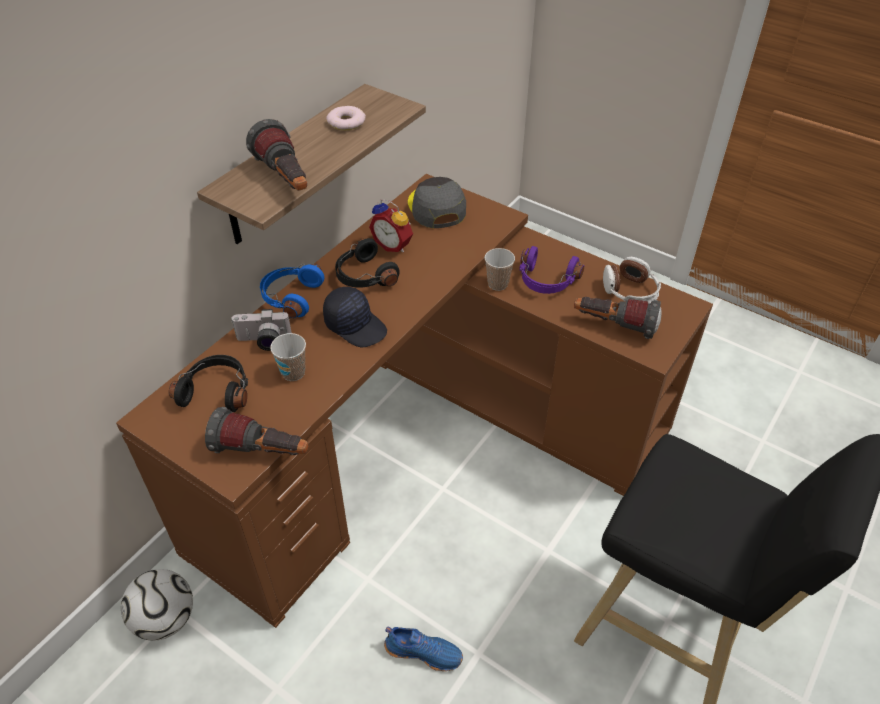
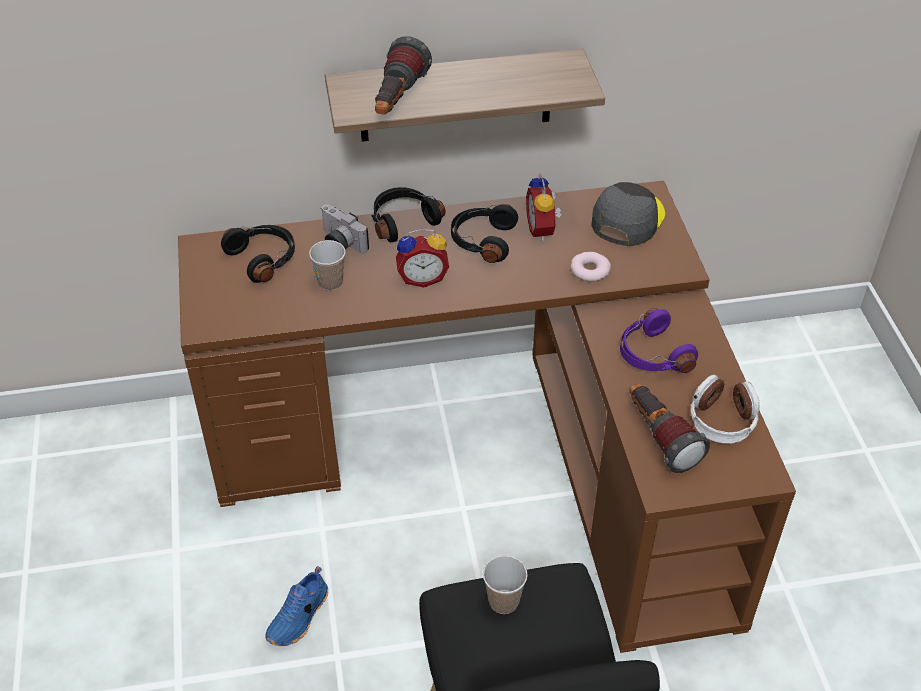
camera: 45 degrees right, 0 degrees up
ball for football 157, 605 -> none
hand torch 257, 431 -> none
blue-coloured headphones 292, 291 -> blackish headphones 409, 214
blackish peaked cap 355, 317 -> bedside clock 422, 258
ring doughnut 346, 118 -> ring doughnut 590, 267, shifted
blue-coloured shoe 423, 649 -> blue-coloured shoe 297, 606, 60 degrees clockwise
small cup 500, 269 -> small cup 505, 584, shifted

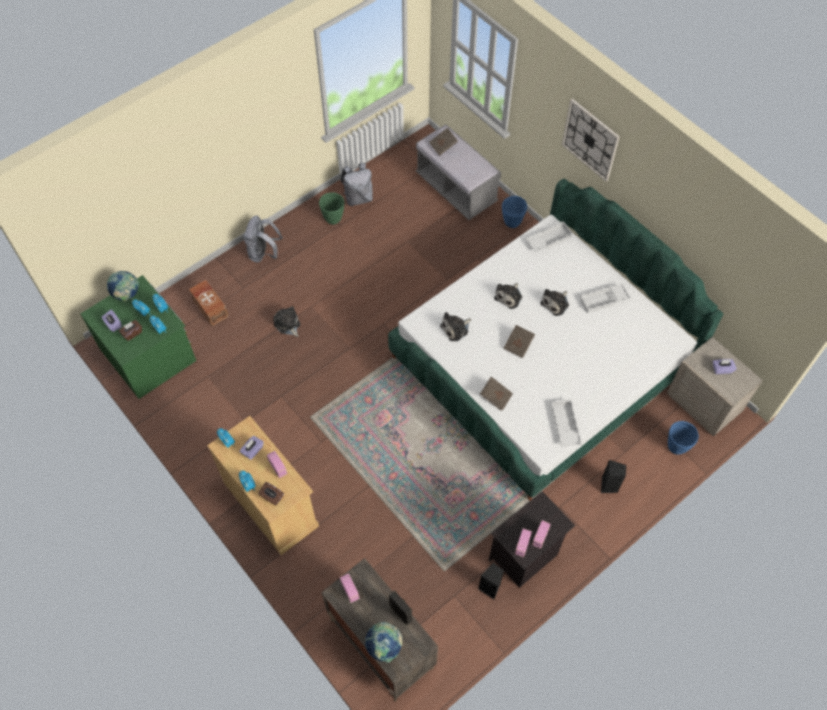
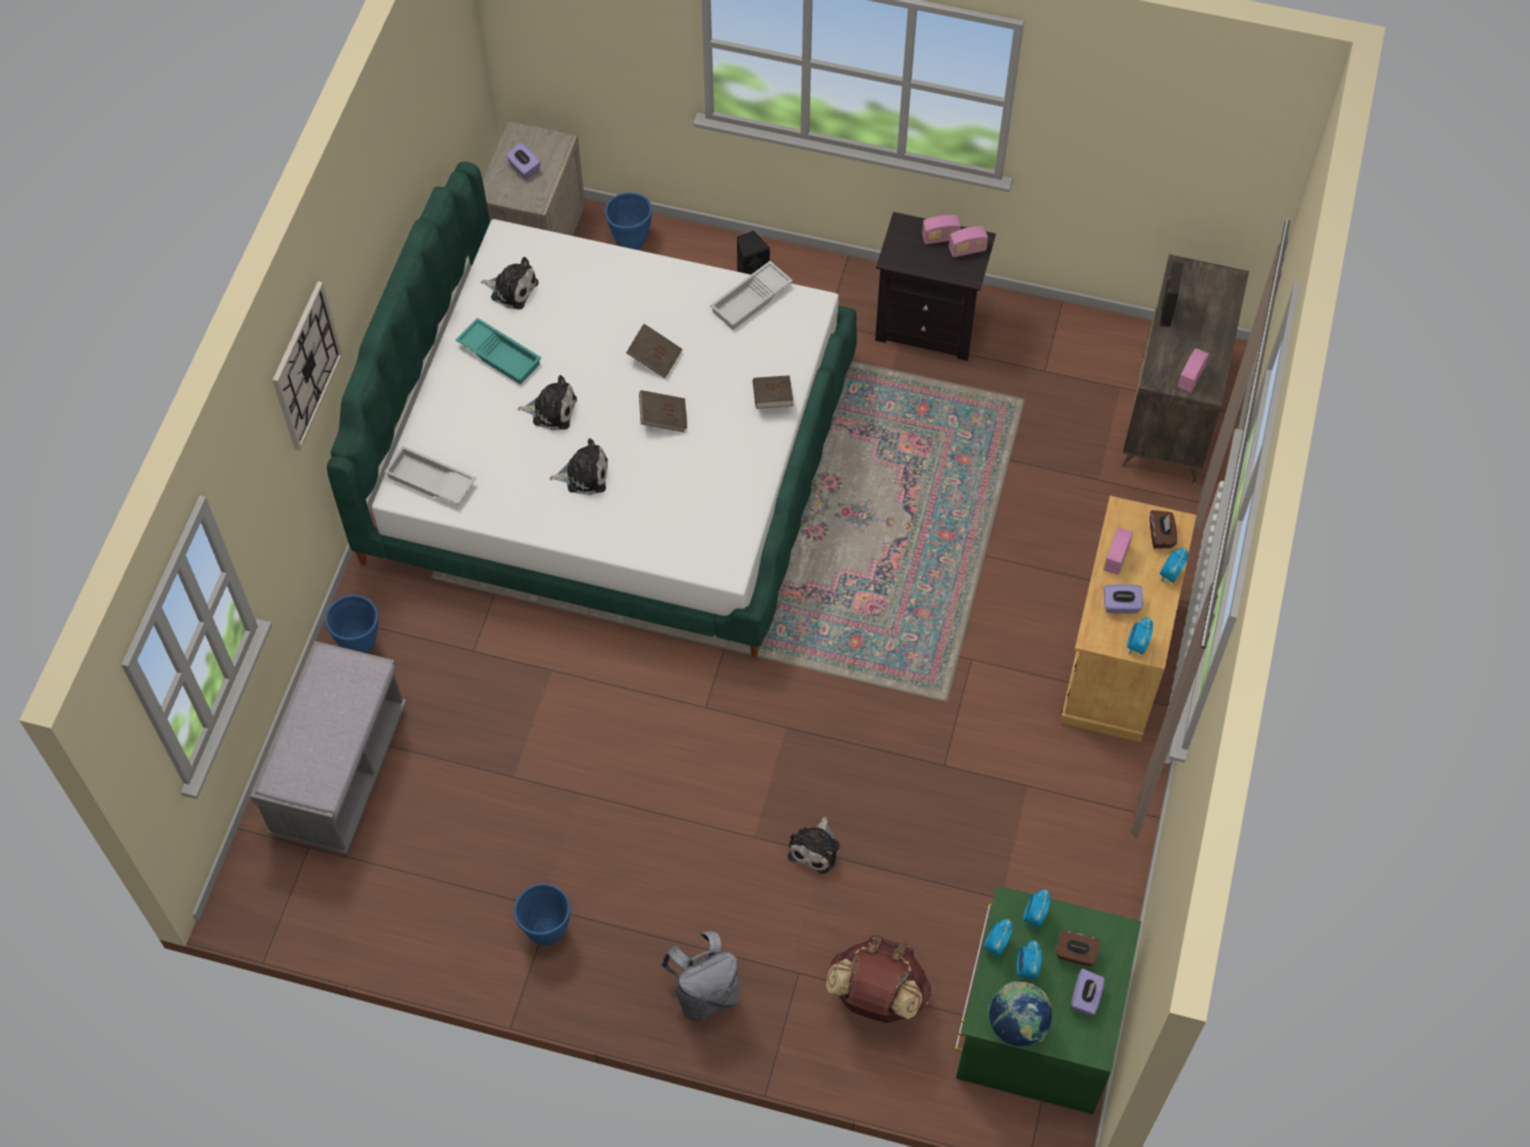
camera: 125 degrees left, 0 degrees up
brown-coloured storage box 209, 303 -> brown-coloured backpack 878, 979
greenish flower pot 332, 208 -> blue-coloured flower pot 542, 914
greyish backpack 356, 184 -> none
world globe 384, 642 -> none
brown-coloured bound book 443, 142 -> brown-coloured bound book 654, 351, shifted
cuddly toy 455, 326 -> cuddly toy 509, 283, shifted
blackish loudspeaker 491, 581 -> none
whitish carrying tray 605, 298 -> turquoise-coloured carrying tray 498, 351

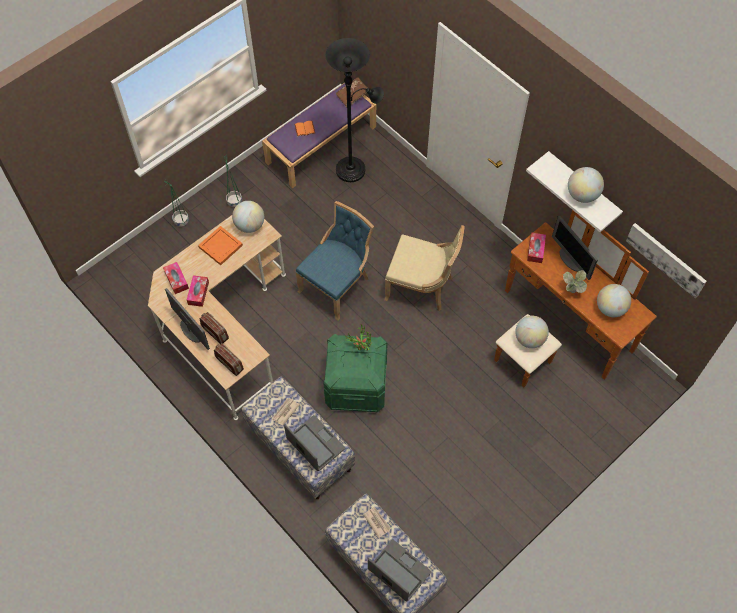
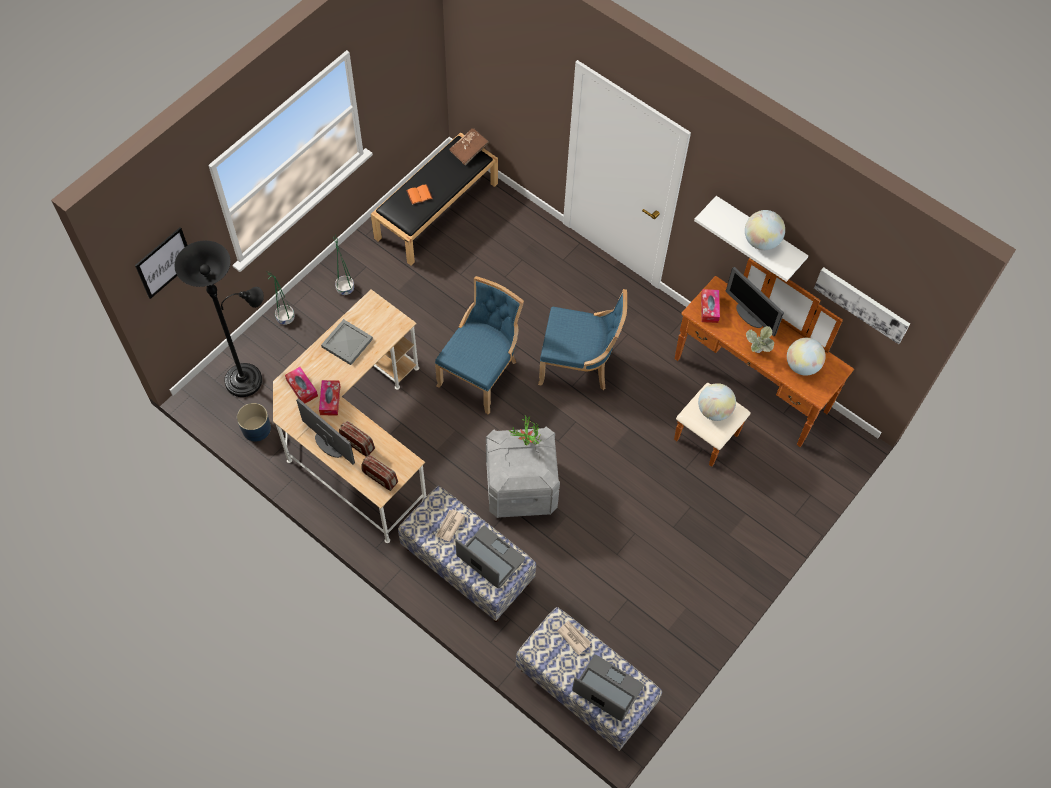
camera: 10 degrees left, 0 degrees up
orange-coloured carrying tray 220, 245 -> greyish carrying tray 347, 342
world globe 248, 217 -> none
purple-coloured bench 319, 135 -> blackish bench 434, 198
greenish storage box 355, 373 -> greyish storage box 523, 472
blackish standing lamp 354, 110 -> blackish standing lamp 219, 318, shifted
sand-coloured plain chair 424, 268 -> blue-coloured plain chair 582, 339
none -> wall picture 161, 263
none -> blue-coloured flower pot 254, 422

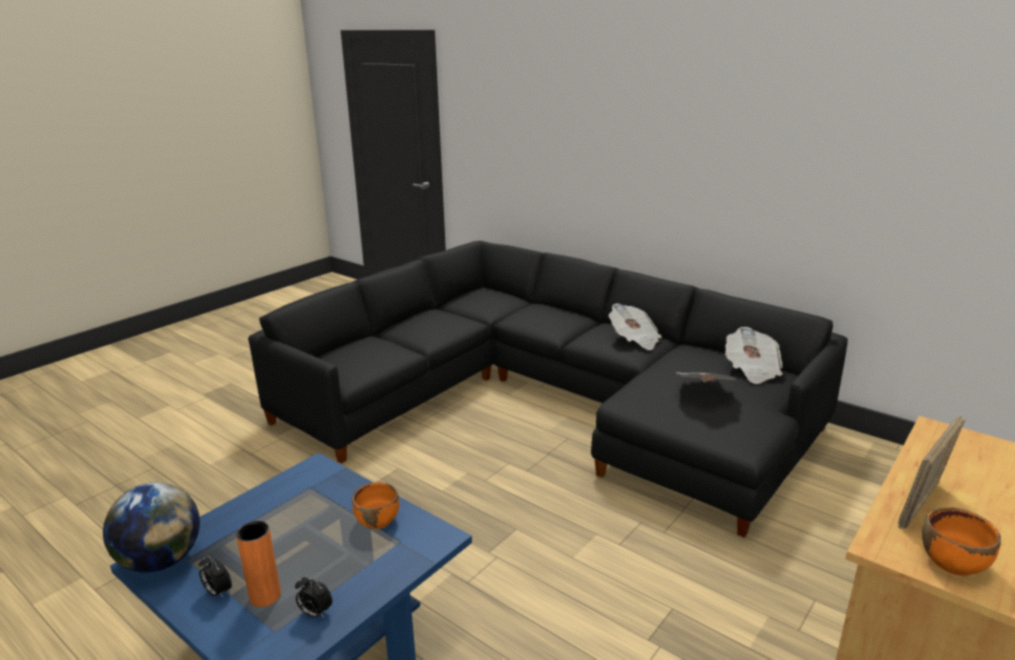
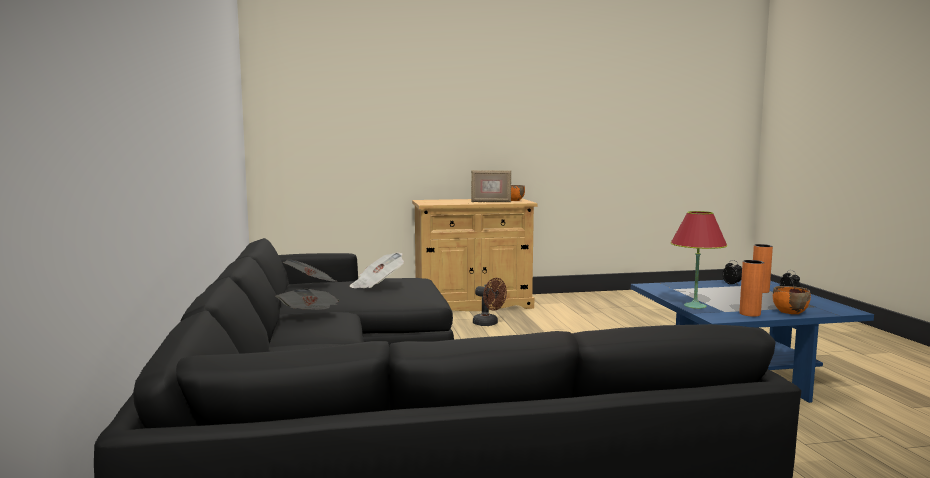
camera: 140 degrees left, 15 degrees down
world globe 151, 527 -> none
orange-coloured bowl 375, 505 -> orange-coloured bowl 792, 300, shifted
none -> brown-coloured electric fan 490, 302
none -> red-coloured tabletop lamp 699, 260
none -> orange-coloured decorative vase 752, 288

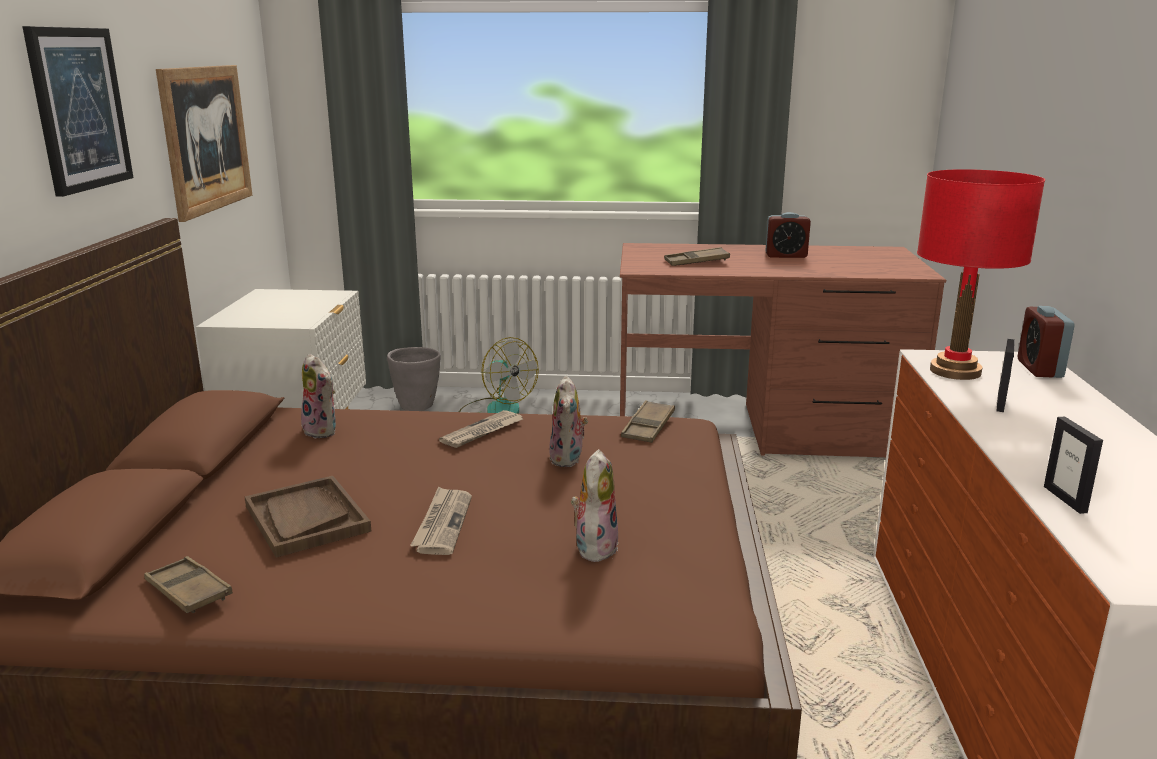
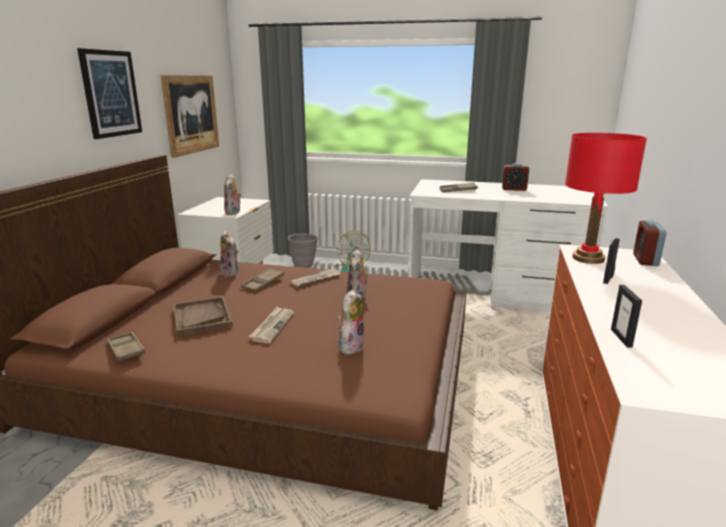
camera: 10 degrees right, 0 degrees up
brown-coloured desk table 783, 350 -> whitish desk table 508, 245
brown-coloured carrying tray 648, 421 -> brown-coloured carrying tray 262, 280, shifted
none -> cuddly toy 232, 194

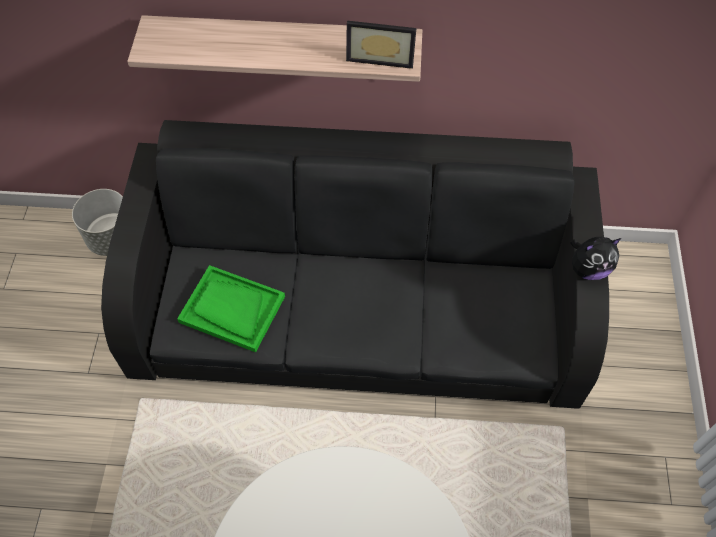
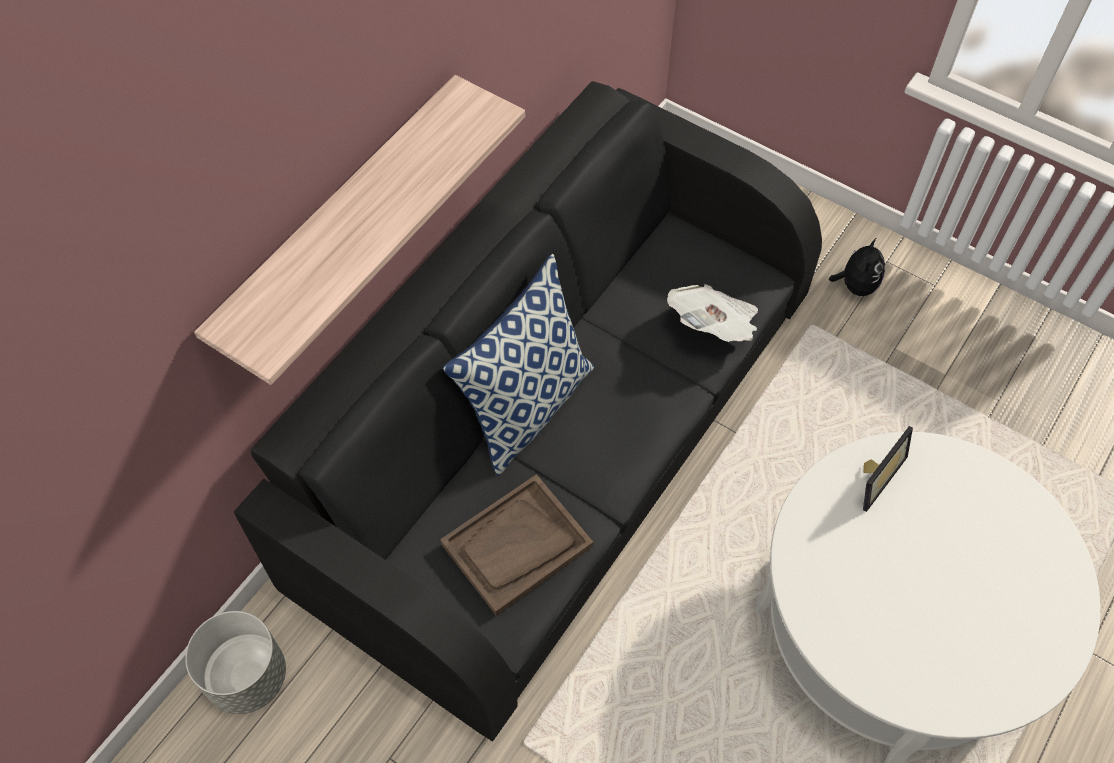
camera: 60 degrees left, 0 degrees up
greenish carrying tray 231, 308 -> brown-coloured carrying tray 516, 545
standing frame 381, 45 -> standing frame 888, 469, shifted
cuddly toy 595, 258 -> cuddly toy 857, 266, shifted
none -> pillow 518, 365
none -> printed paper 712, 313

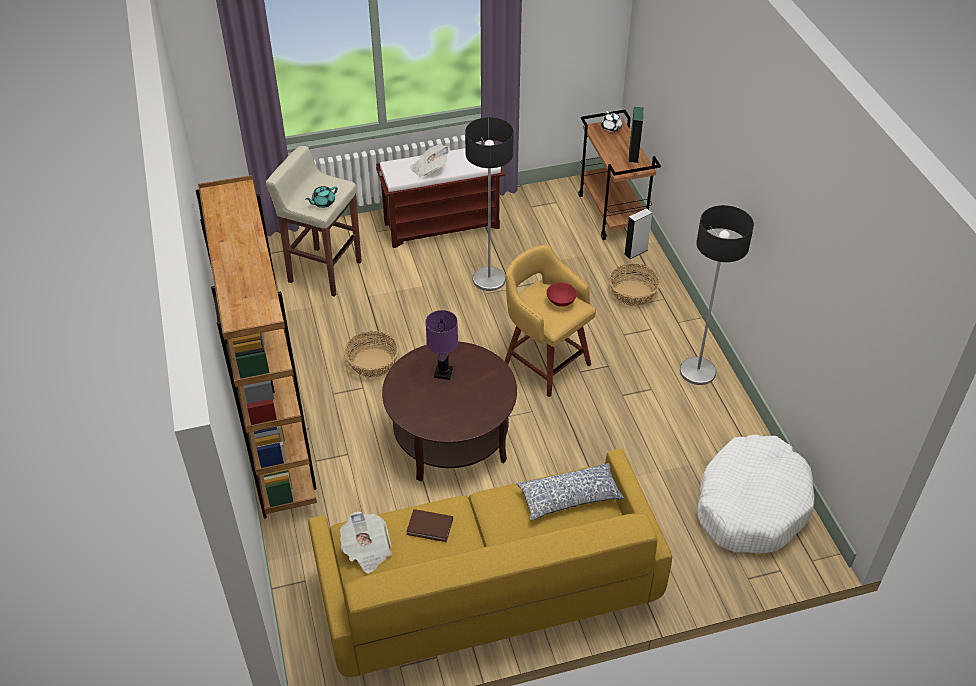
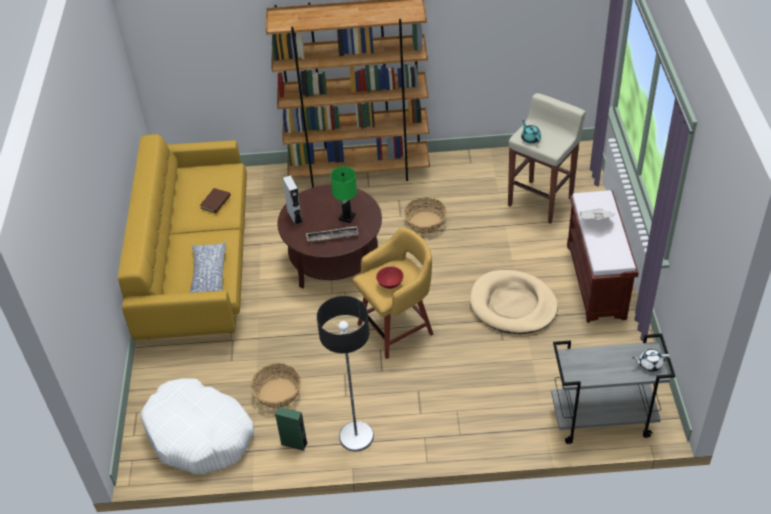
camera: 105 degrees right, 0 degrees up
printed paper 366, 542 -> none
purple-coloured tabletop lamp 442, 345 -> greenish tabletop lamp 343, 194
standing lamp 489, 204 -> sand-coloured dog cushion 514, 302
brown-coloured wheeled cart 619, 175 -> greyish wheeled cart 613, 388
basket 634, 284 -> basket 276, 386, shifted
greyish loudspeaker 638, 233 -> greyish loudspeaker 292, 200, shifted
greenish loudspeaker 636, 135 -> greenish loudspeaker 291, 429, shifted
none -> carrying tray 332, 235

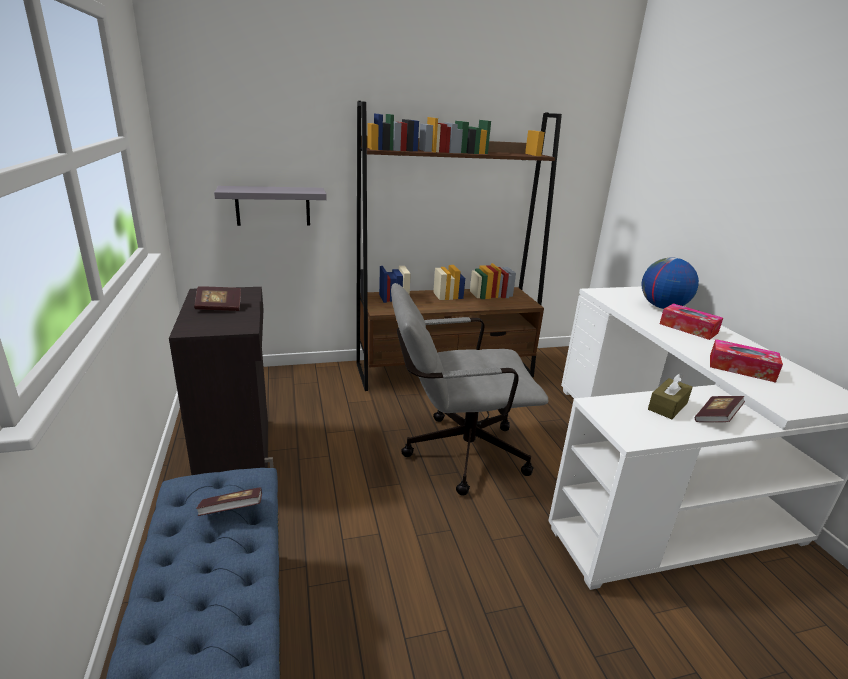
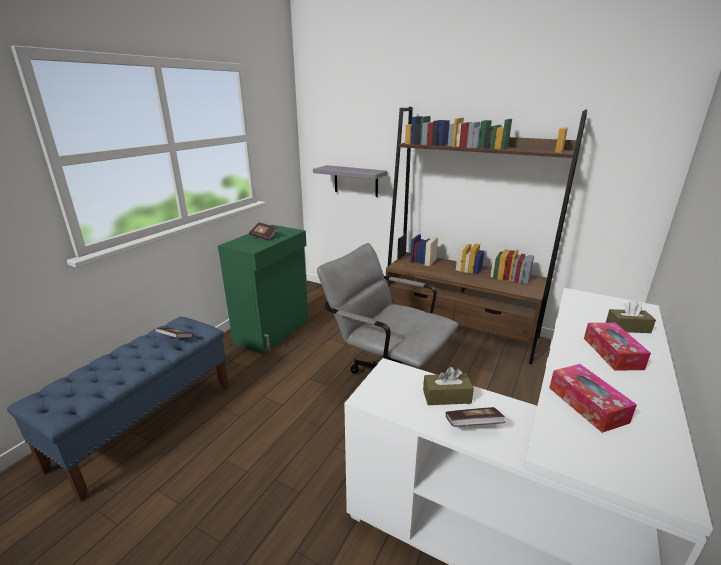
camera: 45 degrees right, 0 degrees up
blackish cupboard 221, 381 -> greenish cupboard 263, 289
world globe 670, 283 -> brown-coloured tissue box 631, 316

